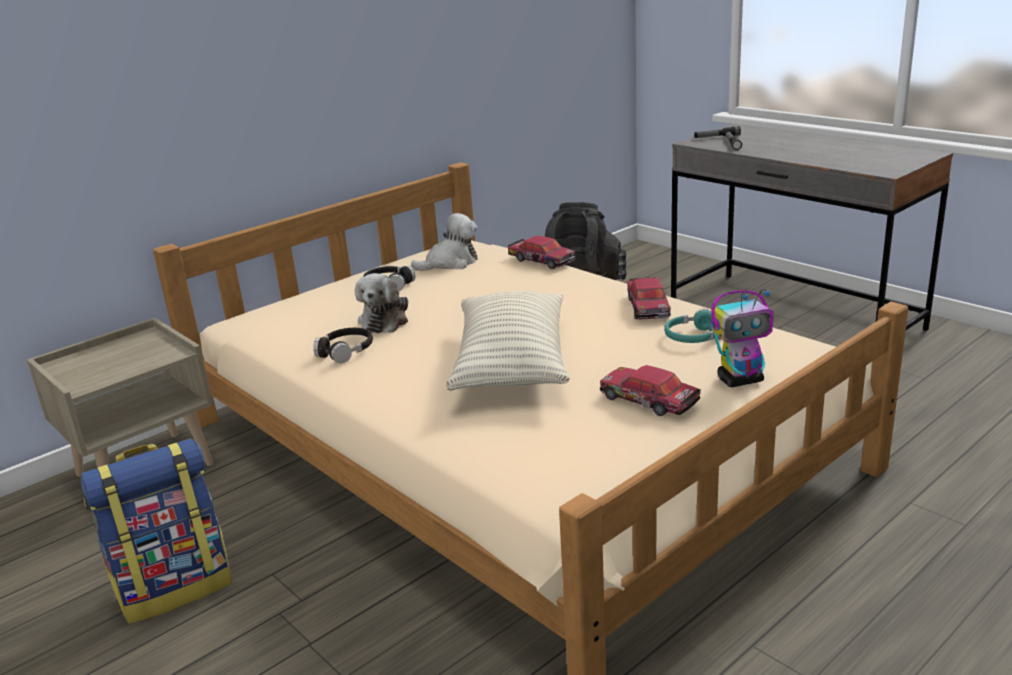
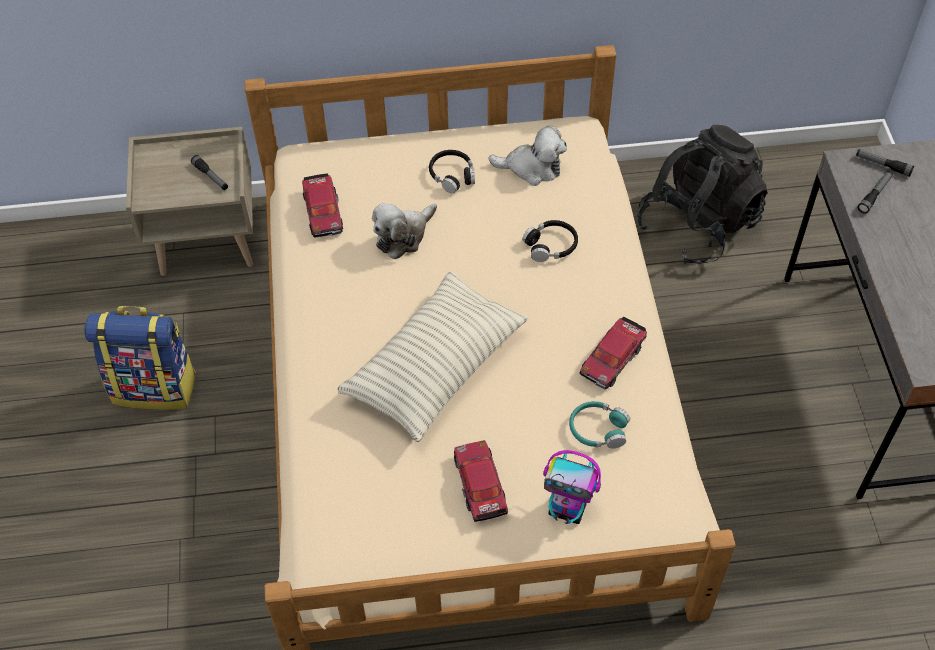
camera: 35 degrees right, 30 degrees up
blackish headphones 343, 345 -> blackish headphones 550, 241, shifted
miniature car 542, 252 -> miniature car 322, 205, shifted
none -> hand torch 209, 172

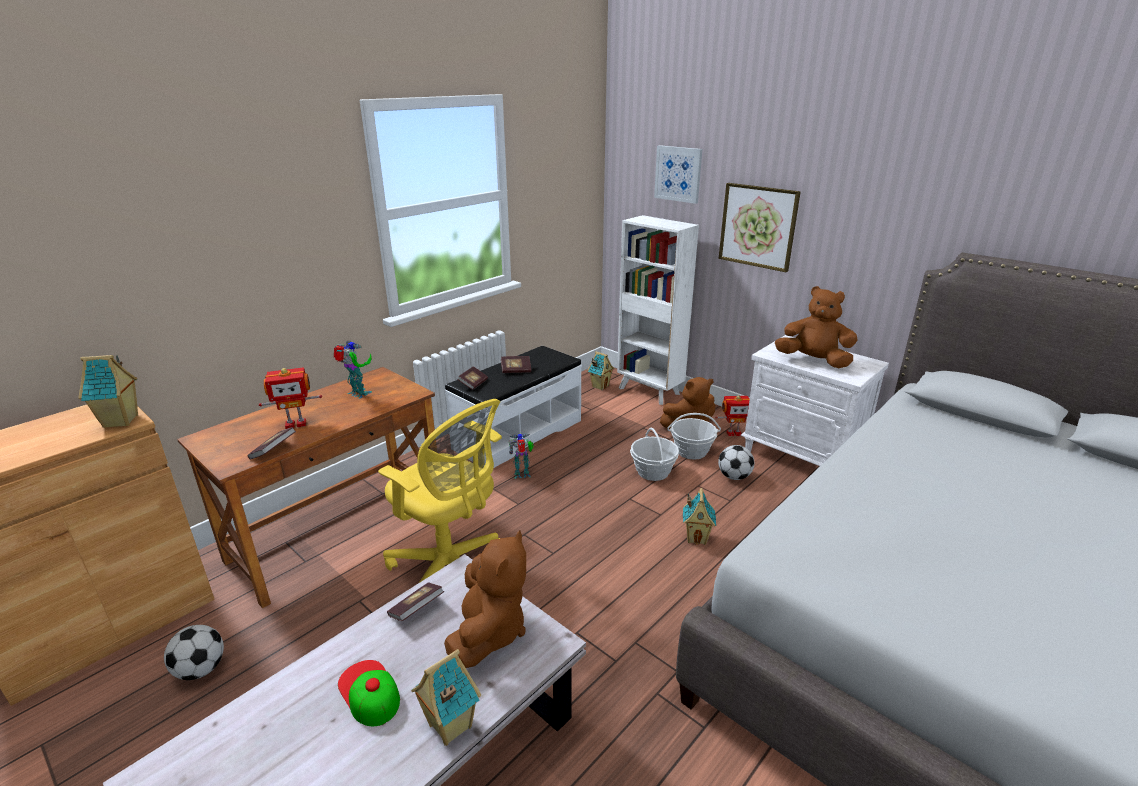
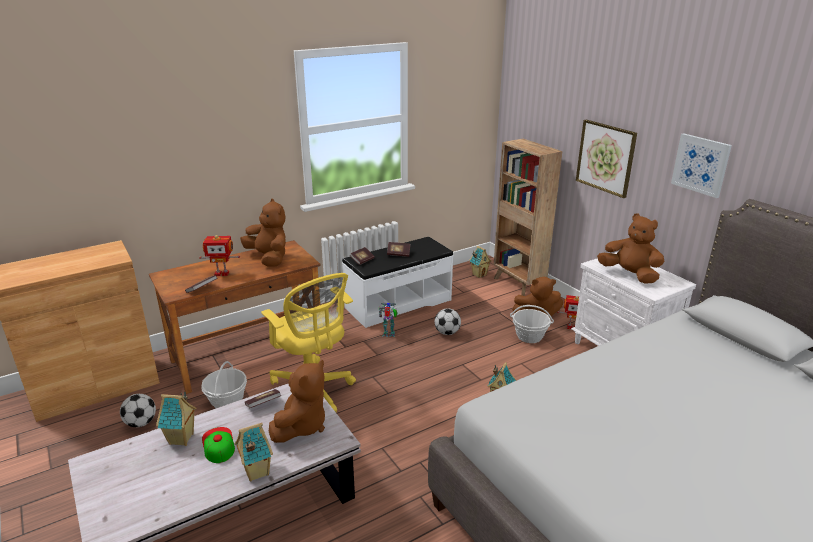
camera: 15 degrees right, 0 degrees up
miniature house 108, 391 -> miniature house 176, 419, shifted
toy robot 353, 370 -> brown-coloured cuddly toy 263, 233
whitish bookshelf 658, 310 -> brown-coloured bookshelf 528, 217
basket 654, 454 -> basket 224, 384, shifted
wall picture 678, 174 -> wall picture 701, 165, shifted
ball for football 736, 462 -> ball for football 448, 322, shifted

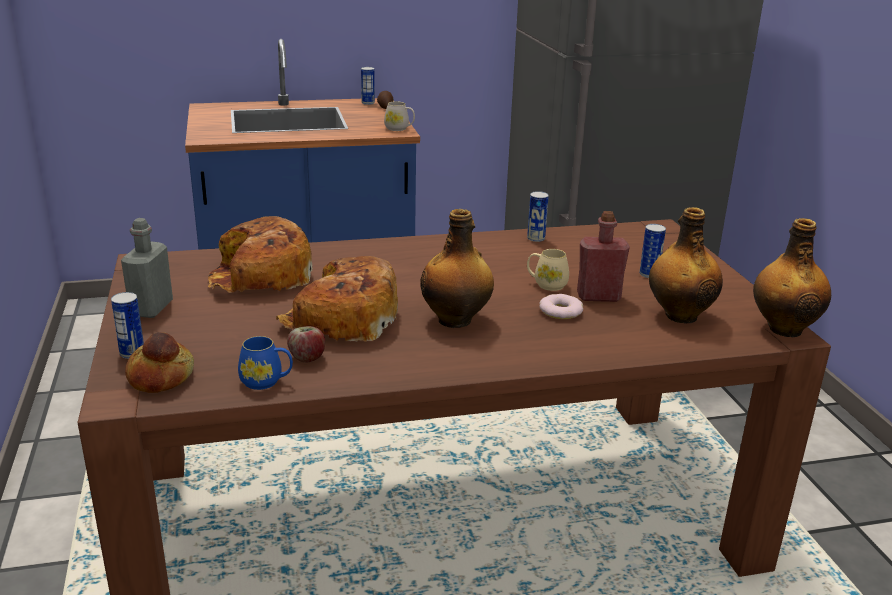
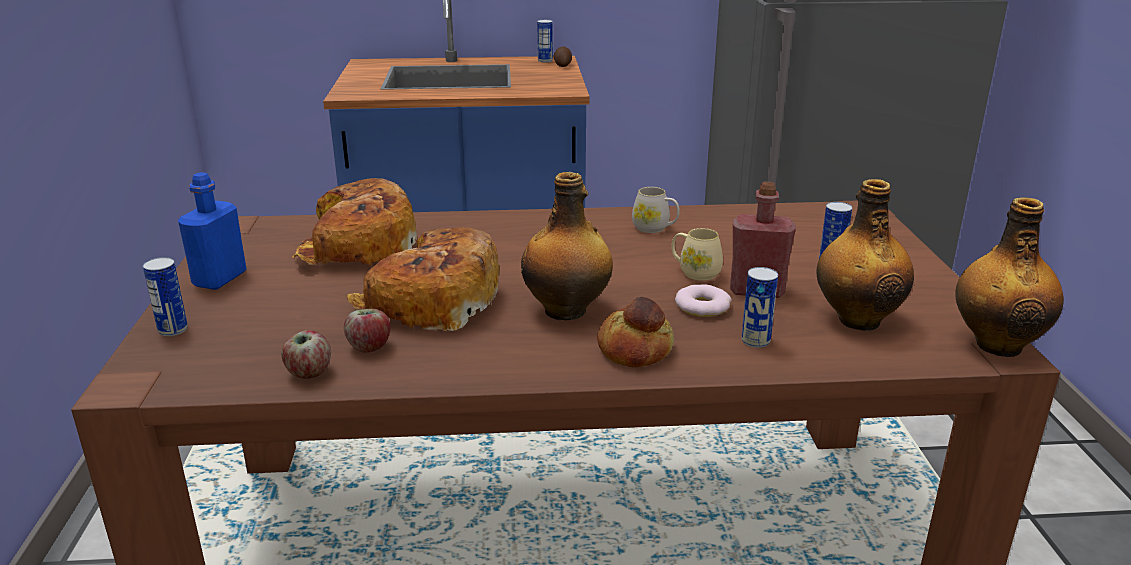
camera: 10 degrees right, 0 degrees up
greyish drink bottle 147, 268 -> blue-coloured drink bottle 212, 231
bakery bread 159, 362 -> bakery bread 635, 332, shifted
blue-coloured mug 265, 363 -> whole apple 306, 354
whitish mug 399, 116 -> whitish mug 656, 210, shifted
metal can 538, 216 -> metal can 759, 307, shifted

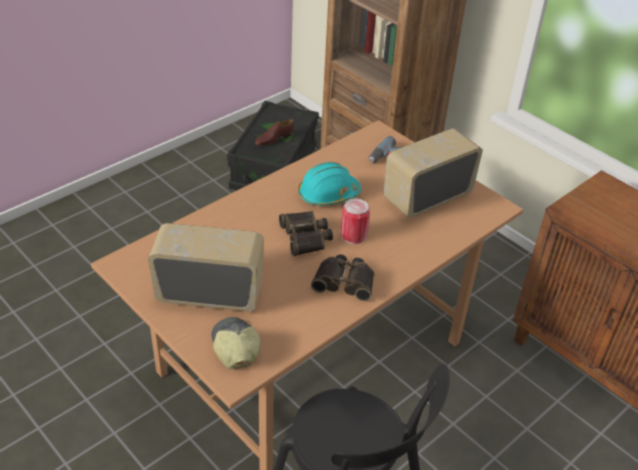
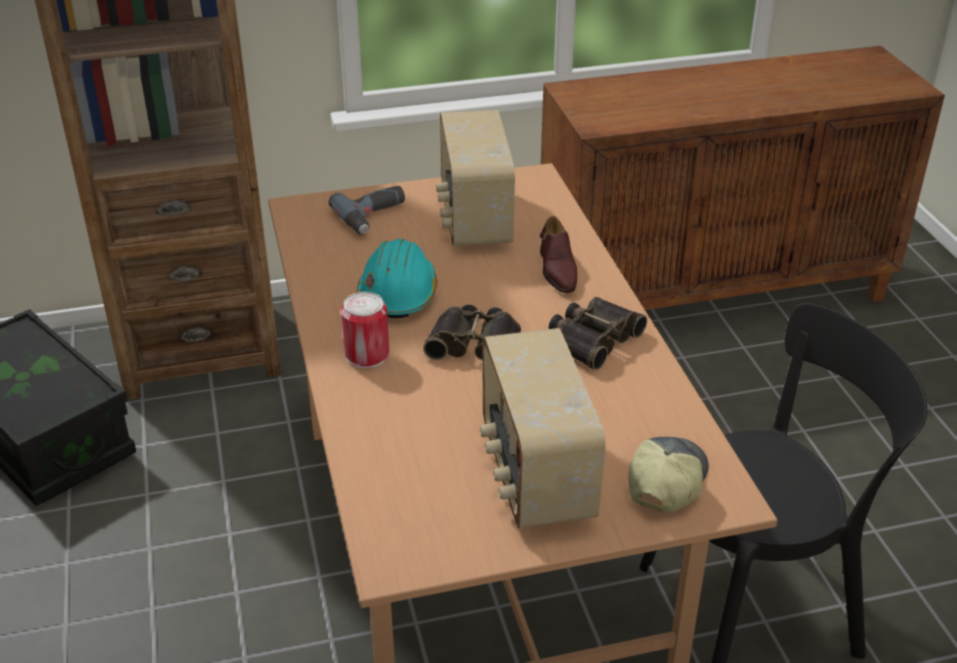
camera: 60 degrees left, 5 degrees down
radio set 206, 267 -> radio set 543, 428, 45 degrees counterclockwise
peaked cap 235, 343 -> peaked cap 668, 475, 105 degrees clockwise
brown-coloured shoe 274, 132 -> brown-coloured shoe 558, 254, shifted
metal can 355, 221 -> metal can 365, 330, shifted

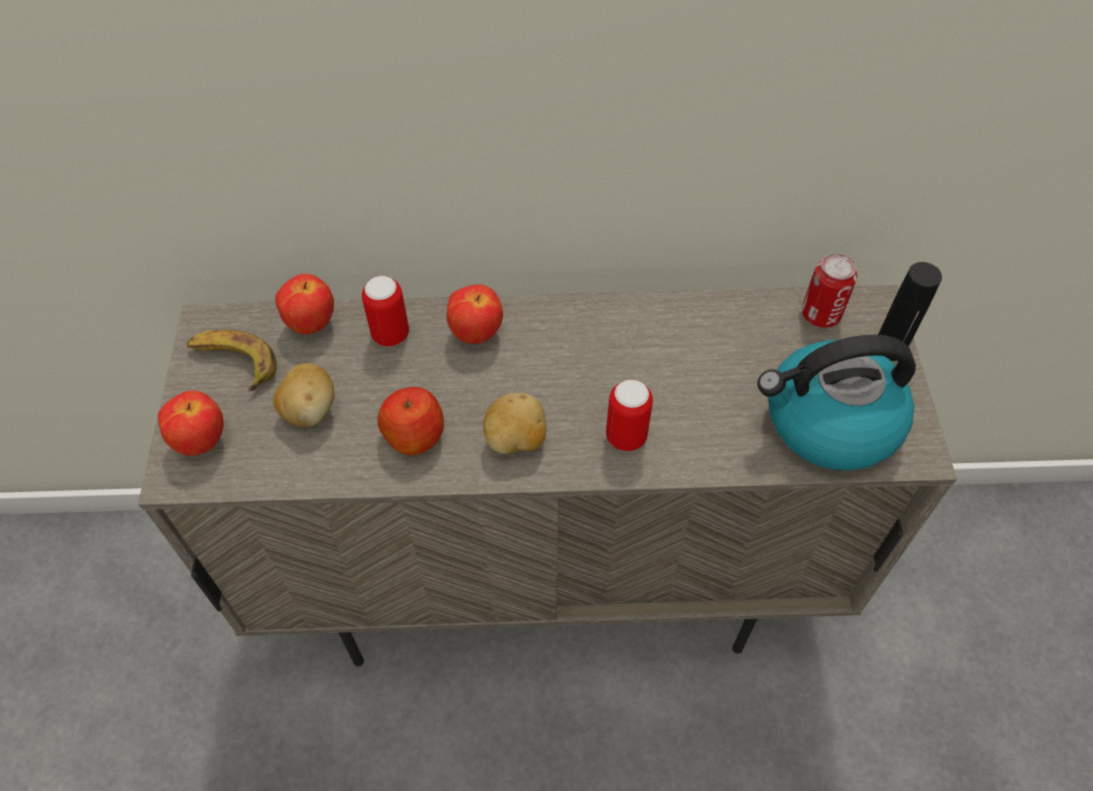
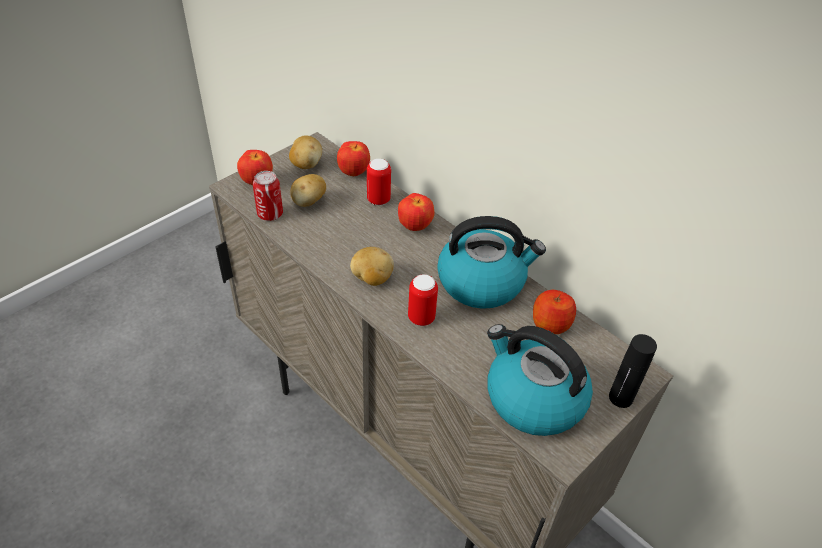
camera: 45 degrees right, 10 degrees down
whole banana 232, 360 -> potato 305, 152
whole apple 410, 421 -> whole apple 554, 312, shifted
metal can 829, 290 -> metal can 268, 196, shifted
none -> tea kettle 491, 262

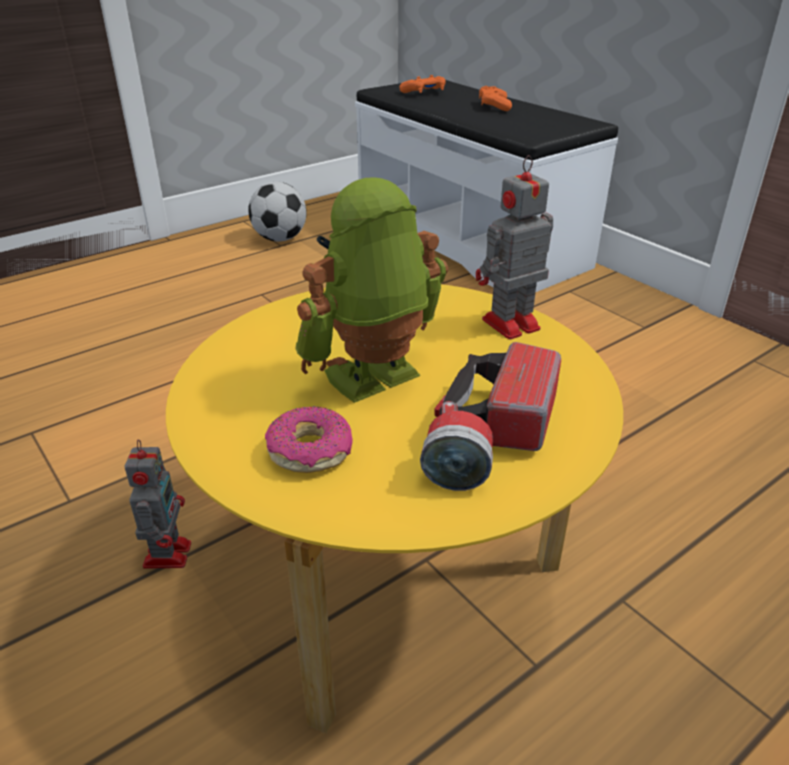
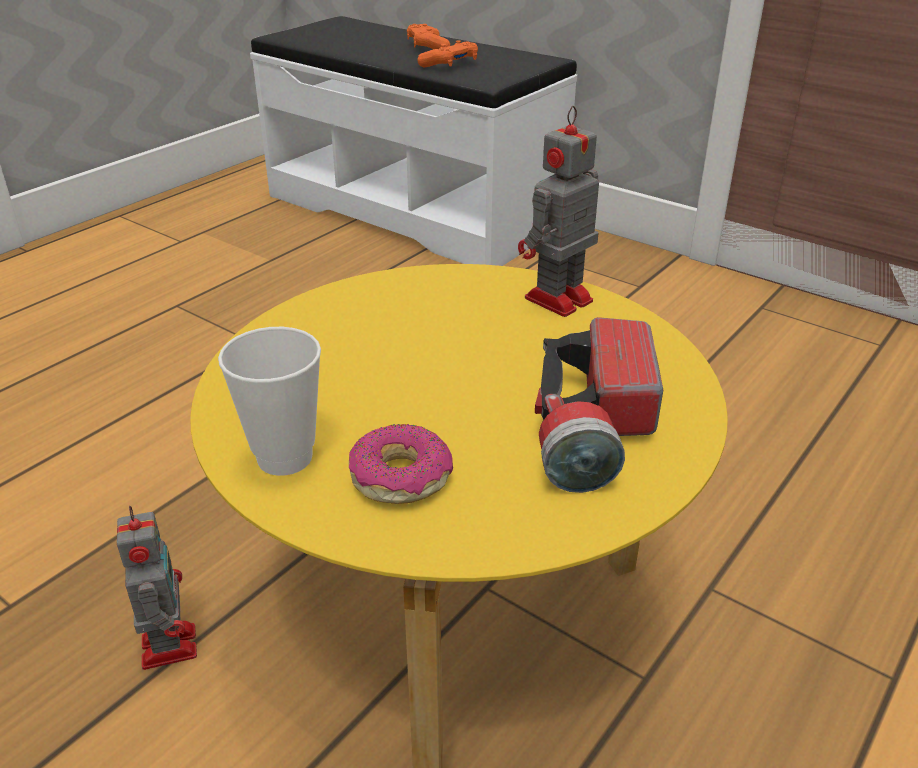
camera: 15 degrees left, 0 degrees up
ball for football 277, 212 -> none
toy robot 371, 290 -> none
orange-coloured gamepad 423, 84 -> orange-coloured gamepad 447, 54, shifted
none -> small cup 269, 401

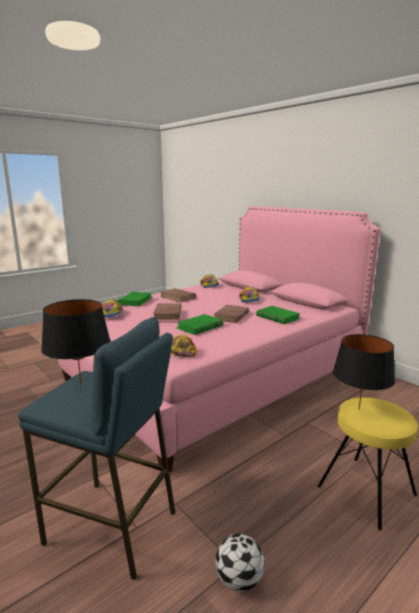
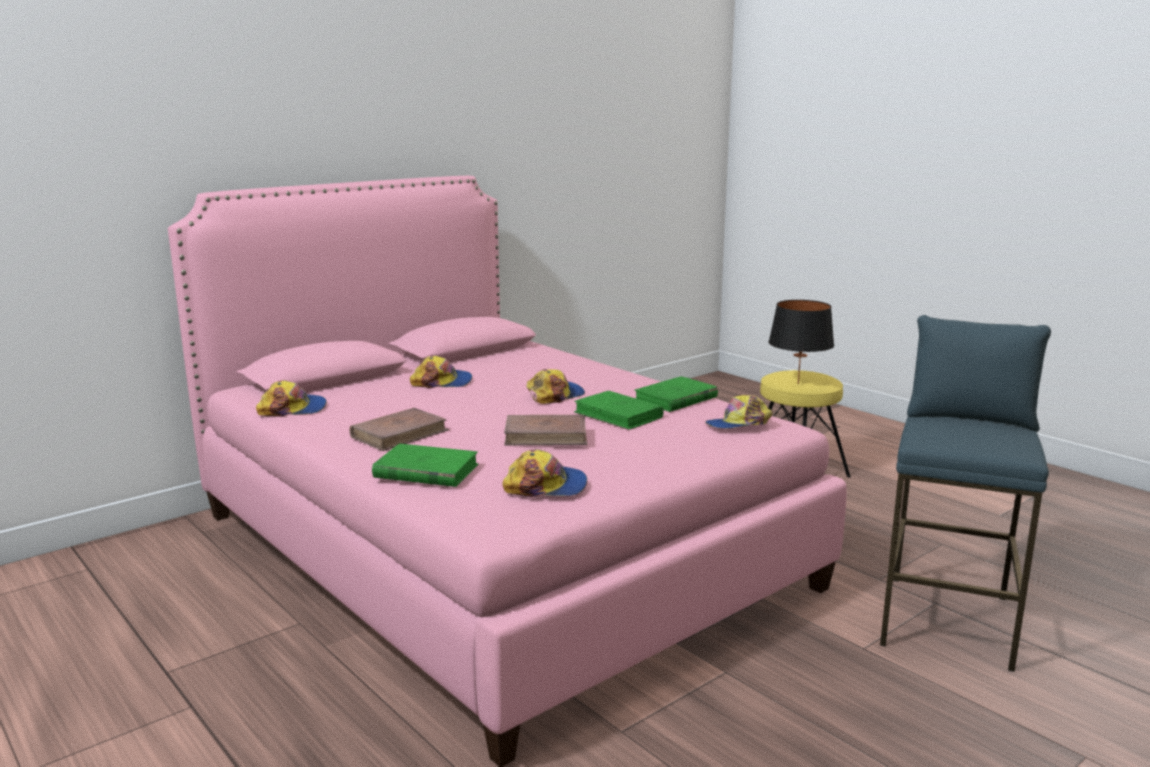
camera: 90 degrees left, 0 degrees up
blackish tabletop lamp 76, 342 -> none
brown-coloured bound book 231, 314 -> peaked cap 555, 386
ball for football 239, 562 -> none
greenish bound book 278, 315 -> greenish bound book 676, 394, shifted

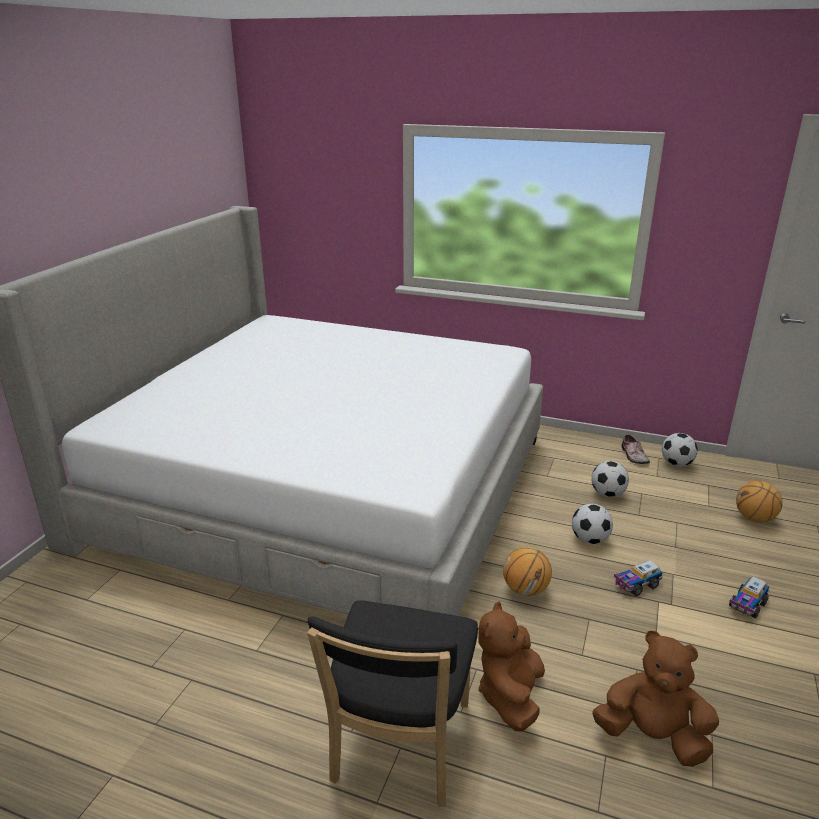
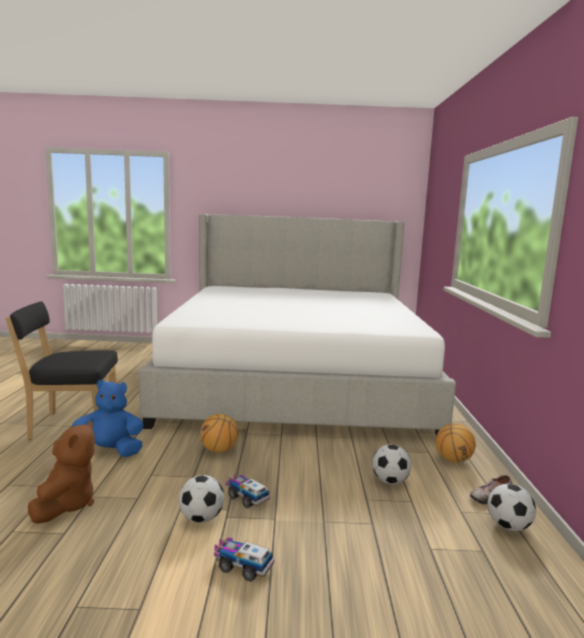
camera: 70 degrees right, 15 degrees down
brown-coloured cuddly toy 511, 666 -> blue-coloured cuddly toy 108, 418
ball for football 592, 524 -> ball for football 201, 499, shifted
basketball 759, 502 -> basketball 456, 443, shifted

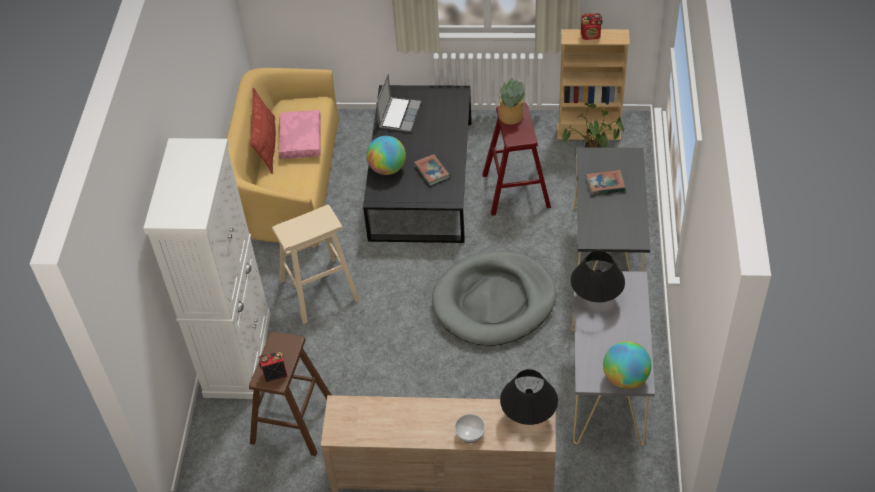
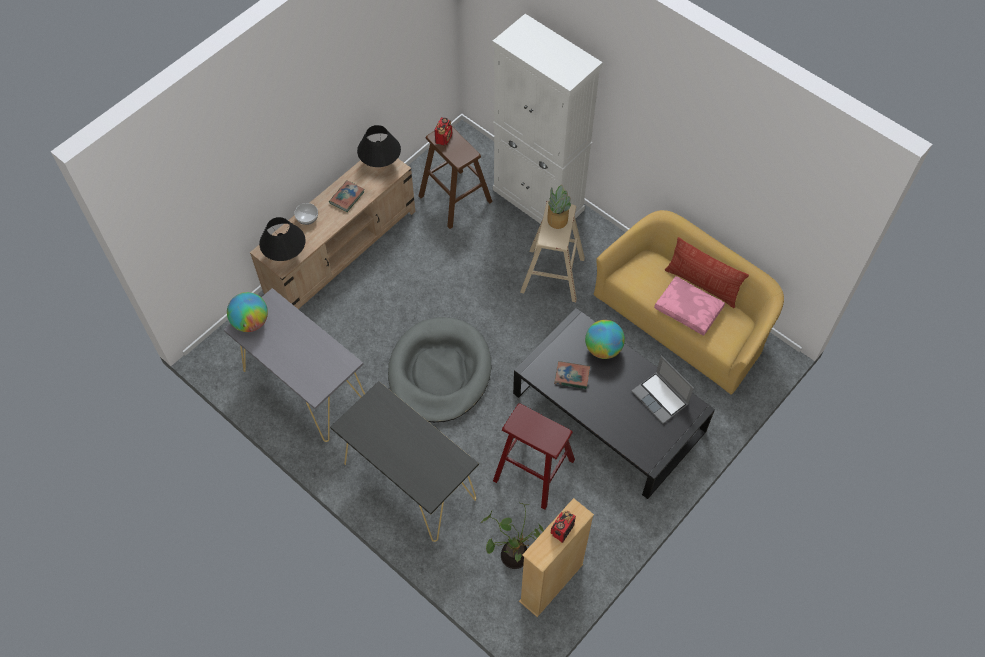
camera: 125 degrees right, 10 degrees up
potted plant 511, 101 -> potted plant 559, 207, shifted
blackish tabletop lamp 598, 276 -> blackish tabletop lamp 379, 146, shifted
bound book 605, 182 -> bound book 347, 196, shifted

